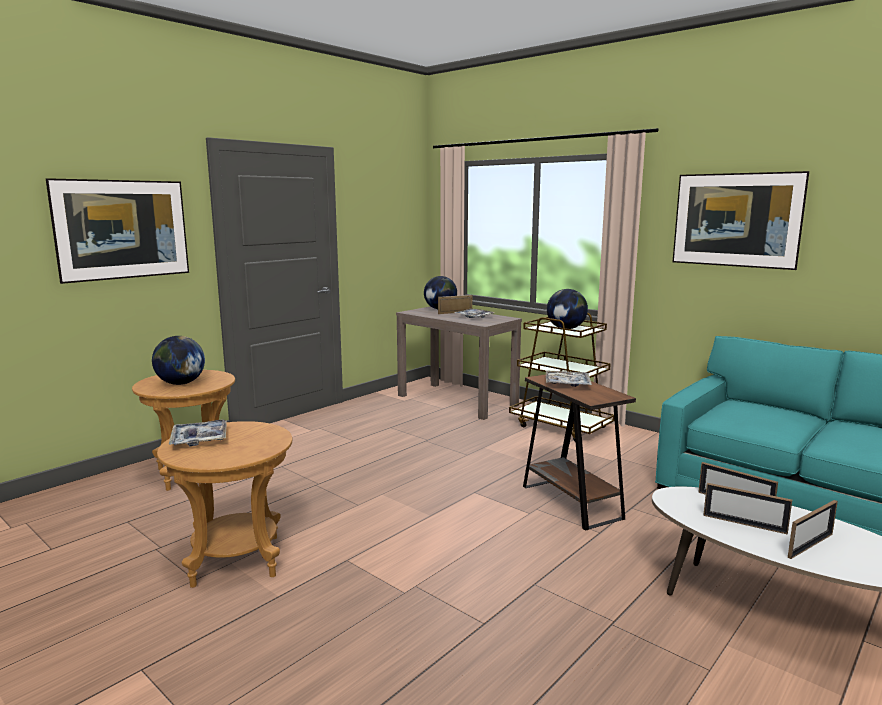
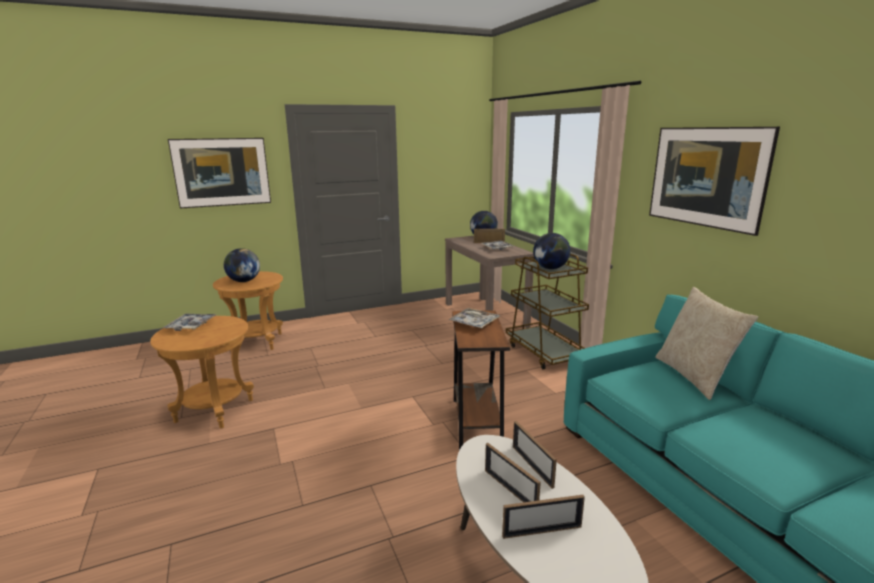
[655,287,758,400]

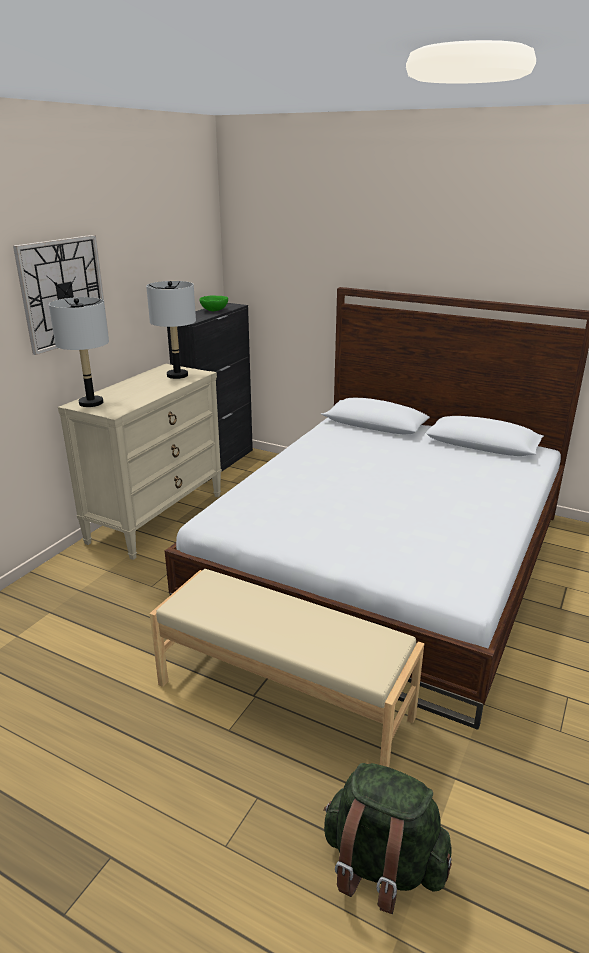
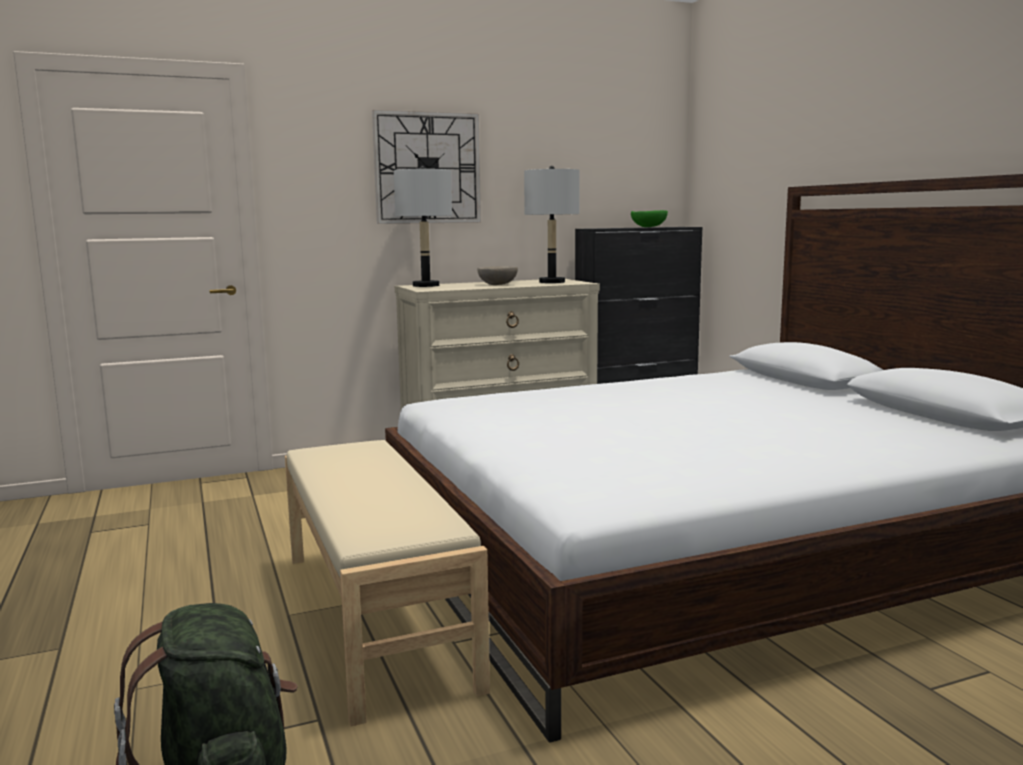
[477,266,518,285]

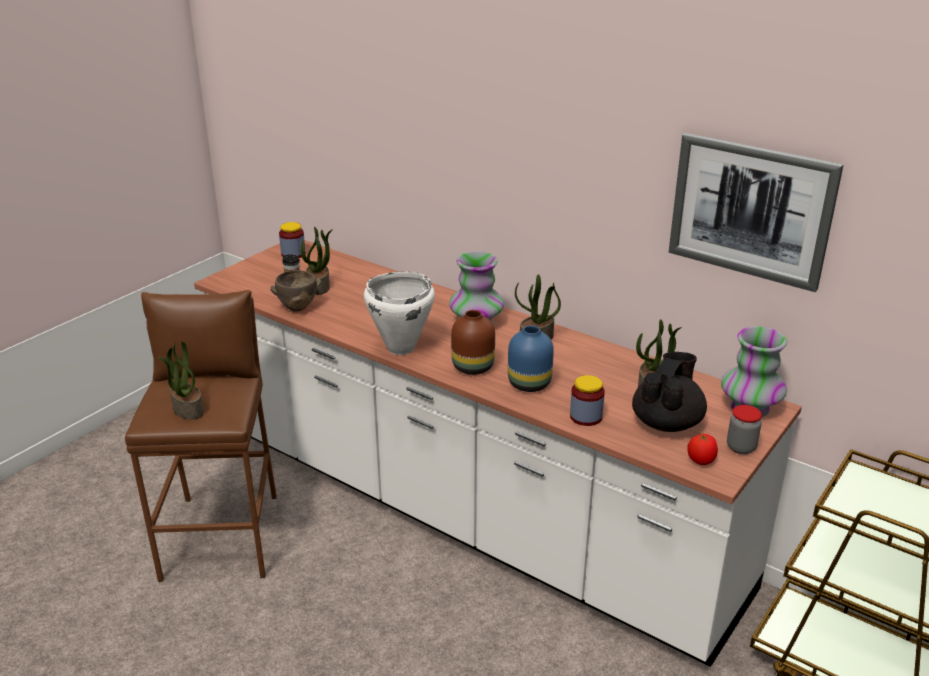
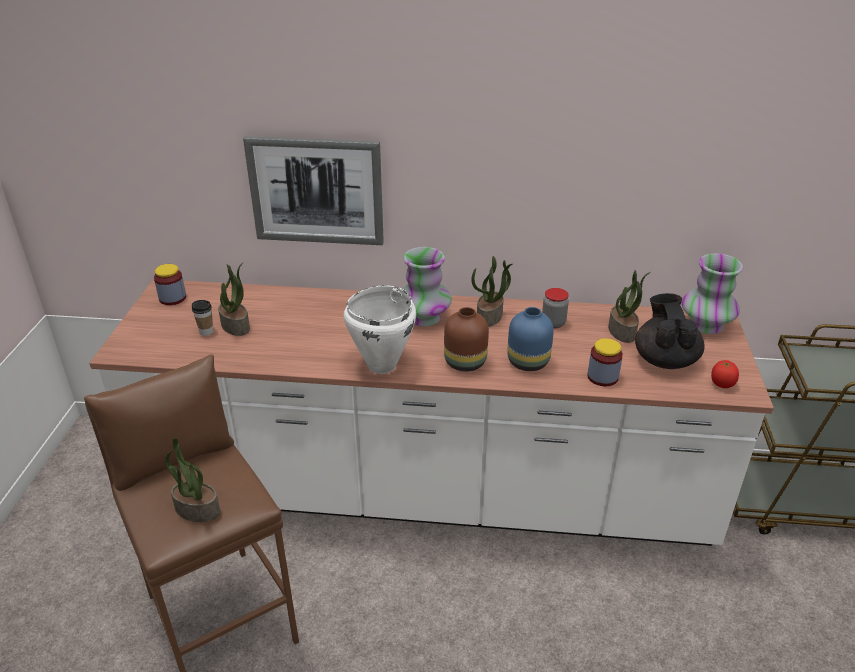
[270,270,321,312] (first image)
[243,136,384,245]
[542,288,569,328]

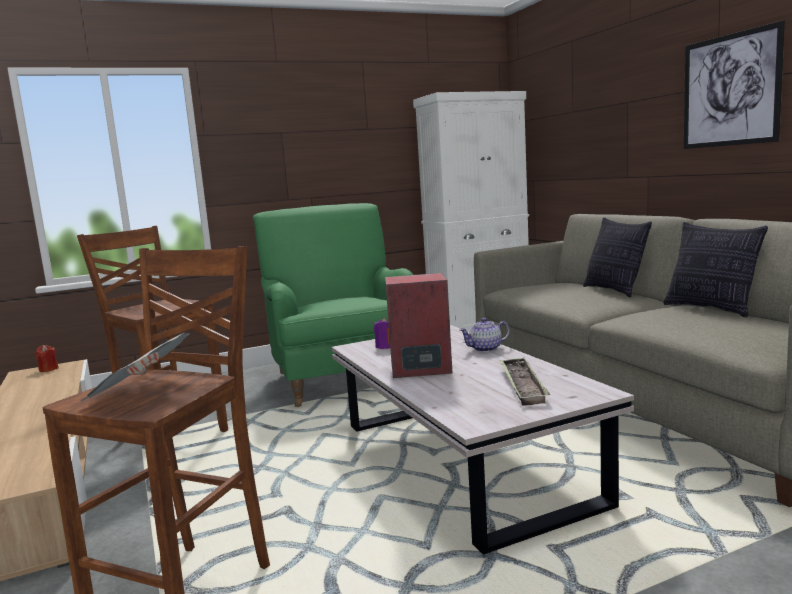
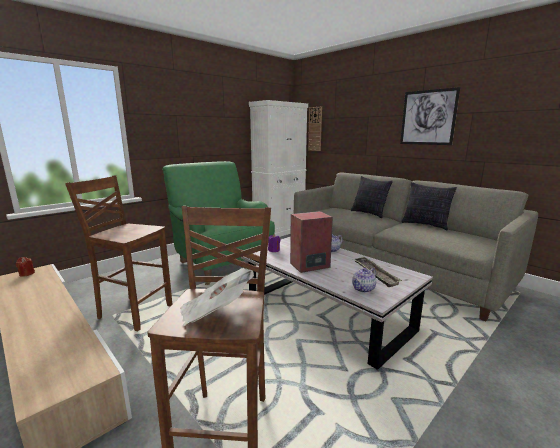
[308,107,322,151]
[352,268,376,293]

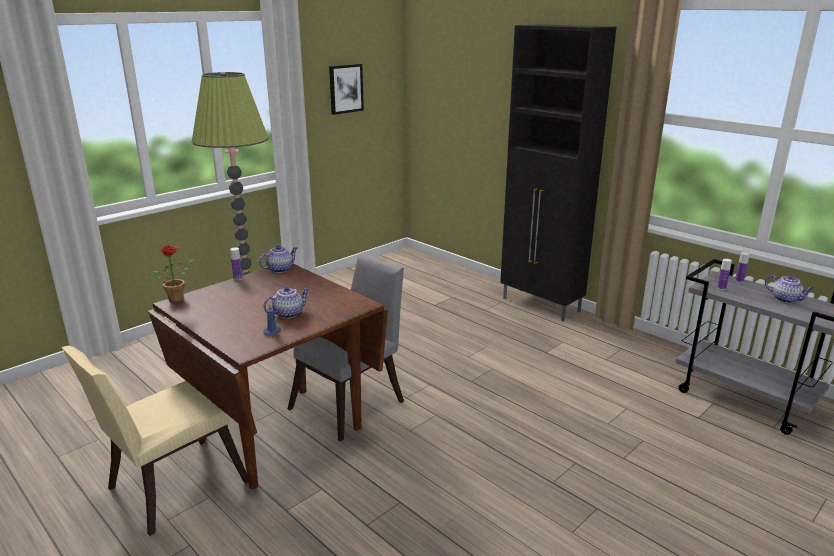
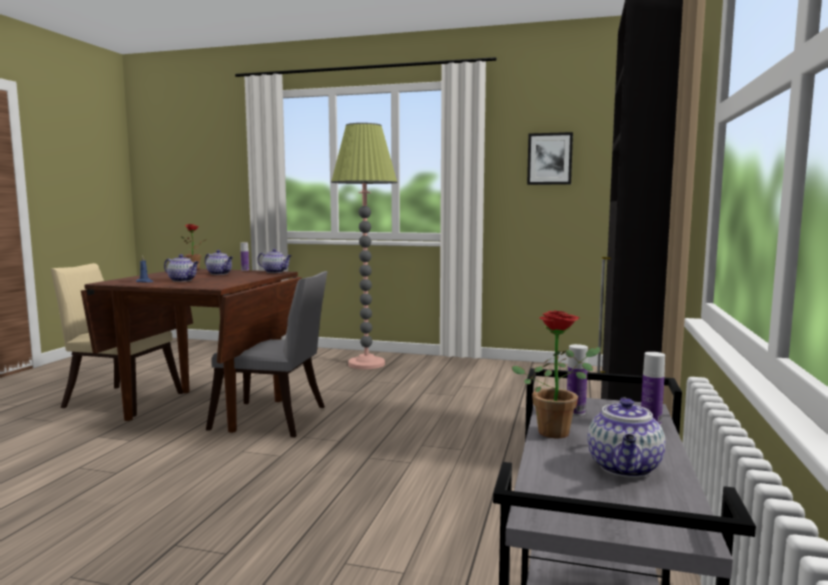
[205,250,233,275]
[512,310,600,438]

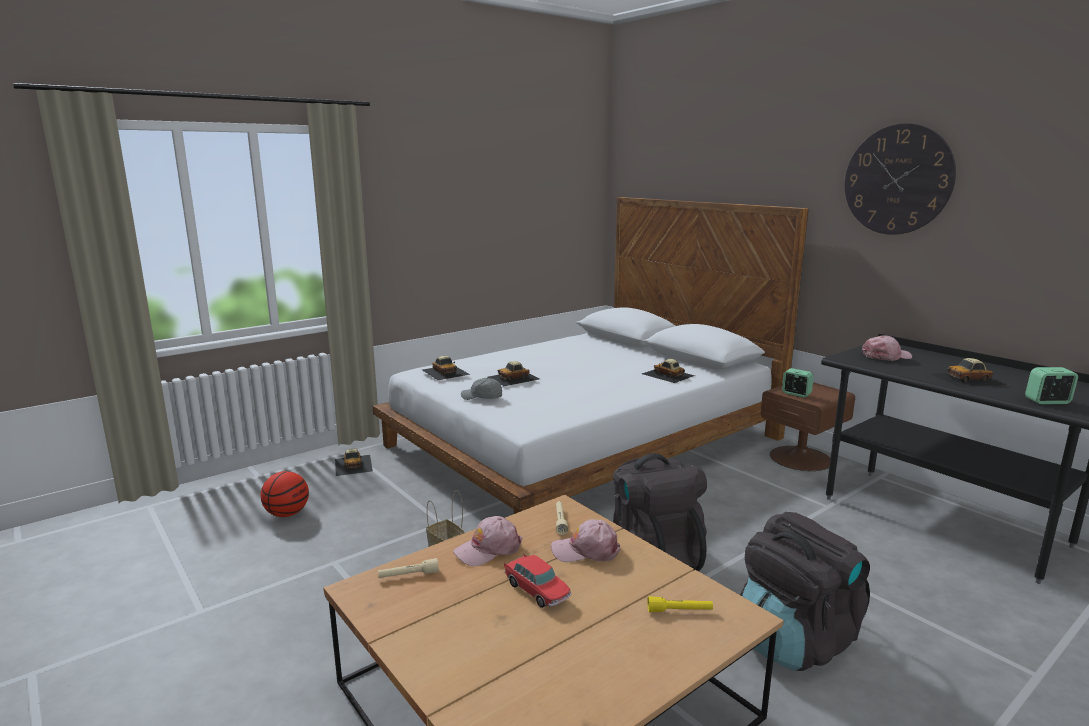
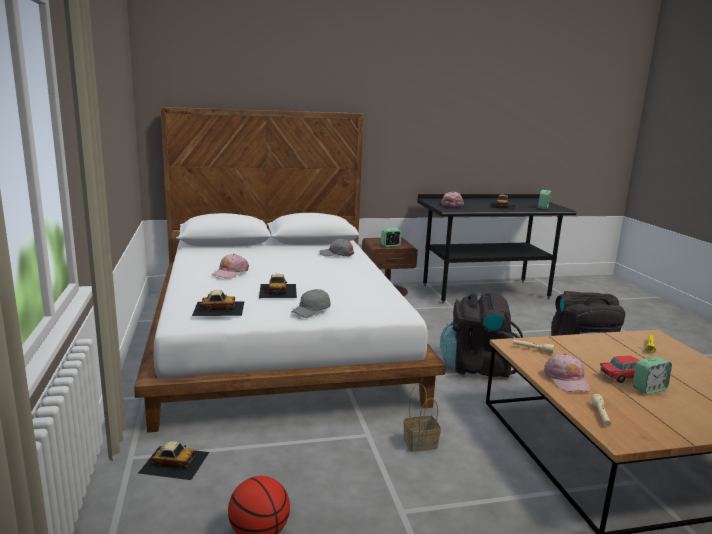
[845,123,956,235] (first image)
[633,356,672,394]
[212,254,249,279]
[319,239,354,257]

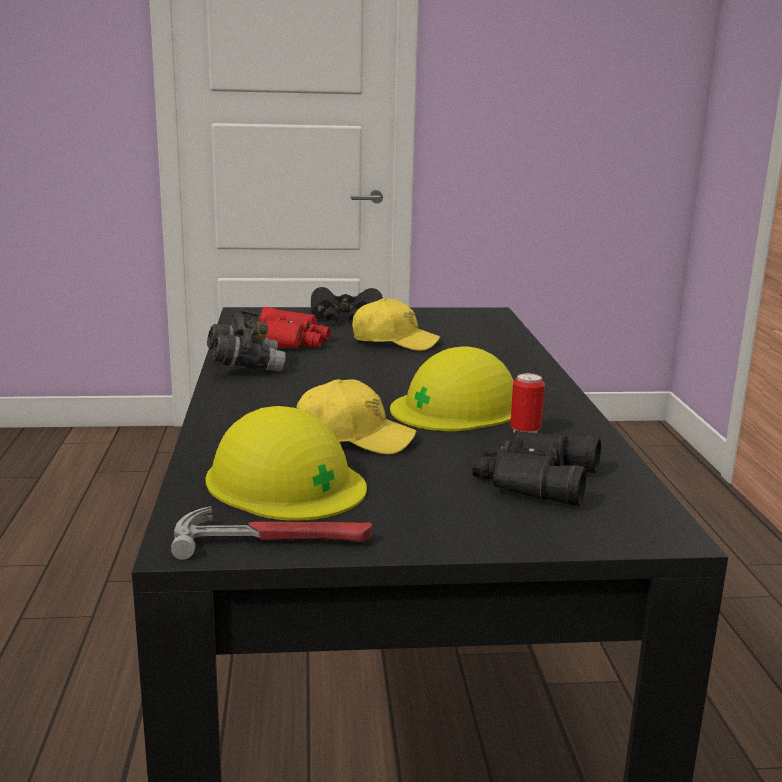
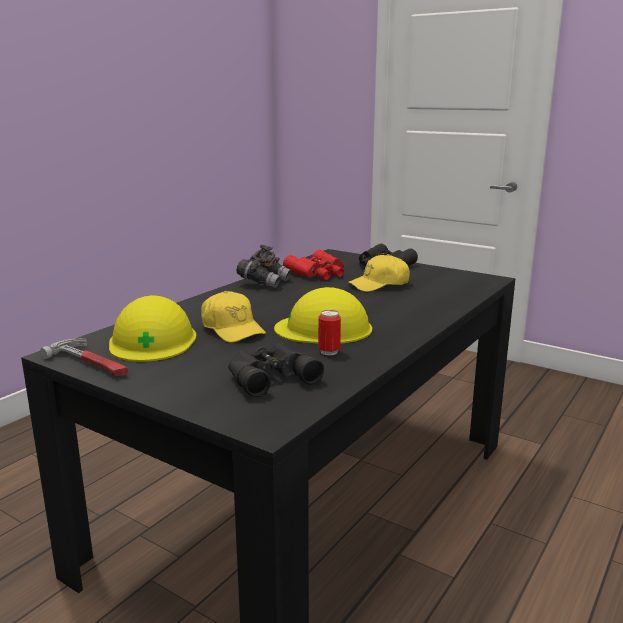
[348,254,410,292]

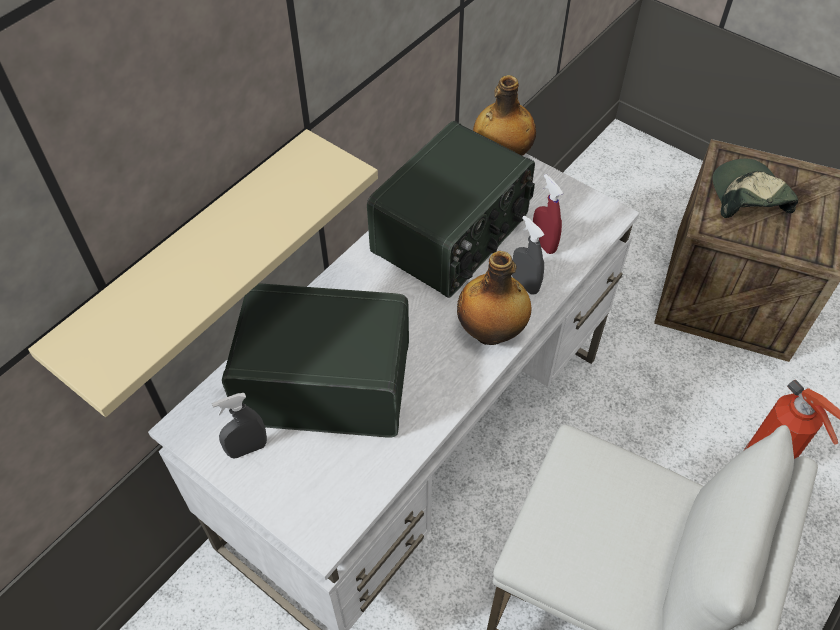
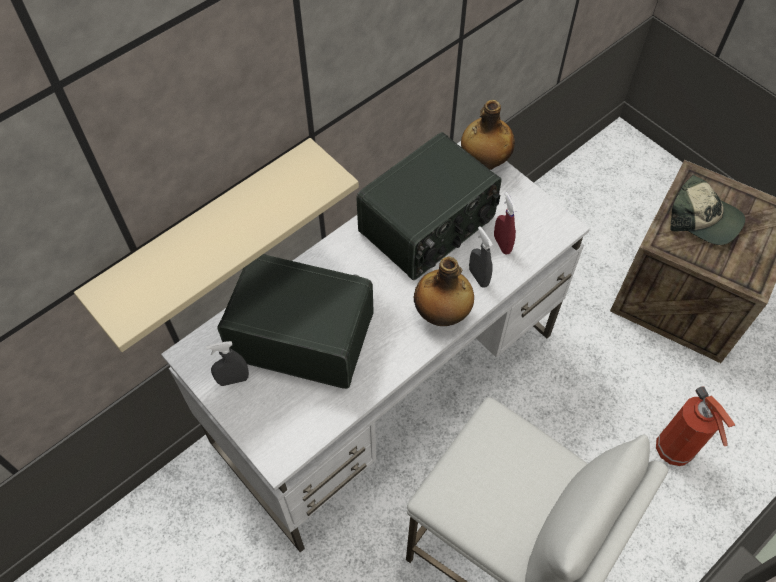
[670,175,745,245]

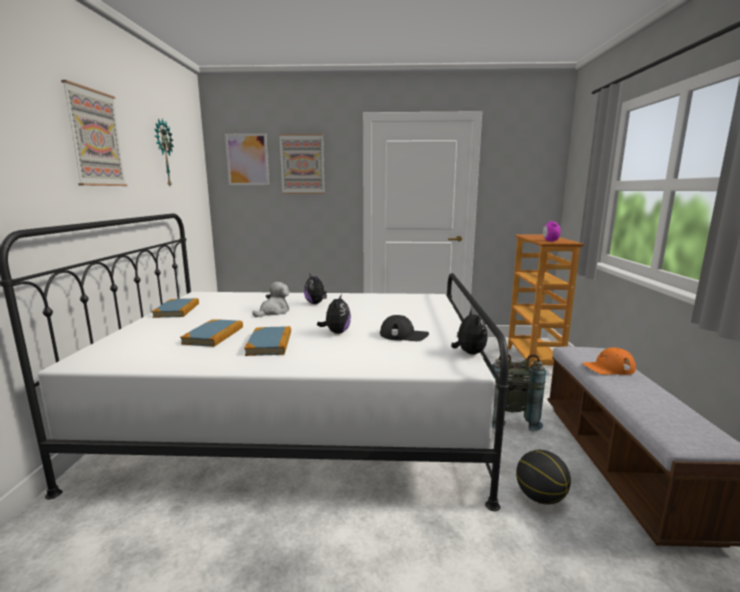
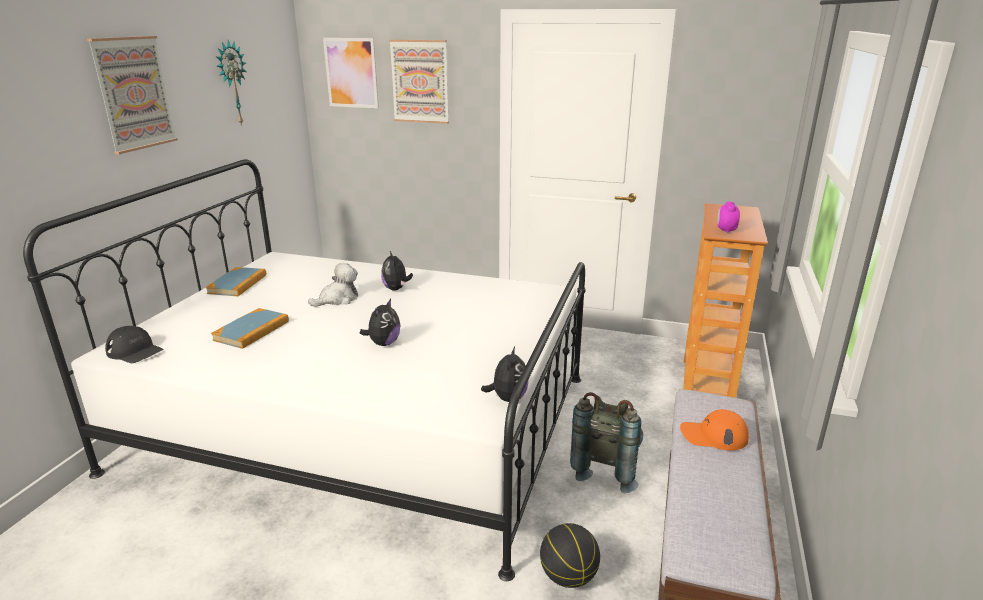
[244,326,291,356] (first image)
[105,326,164,363]

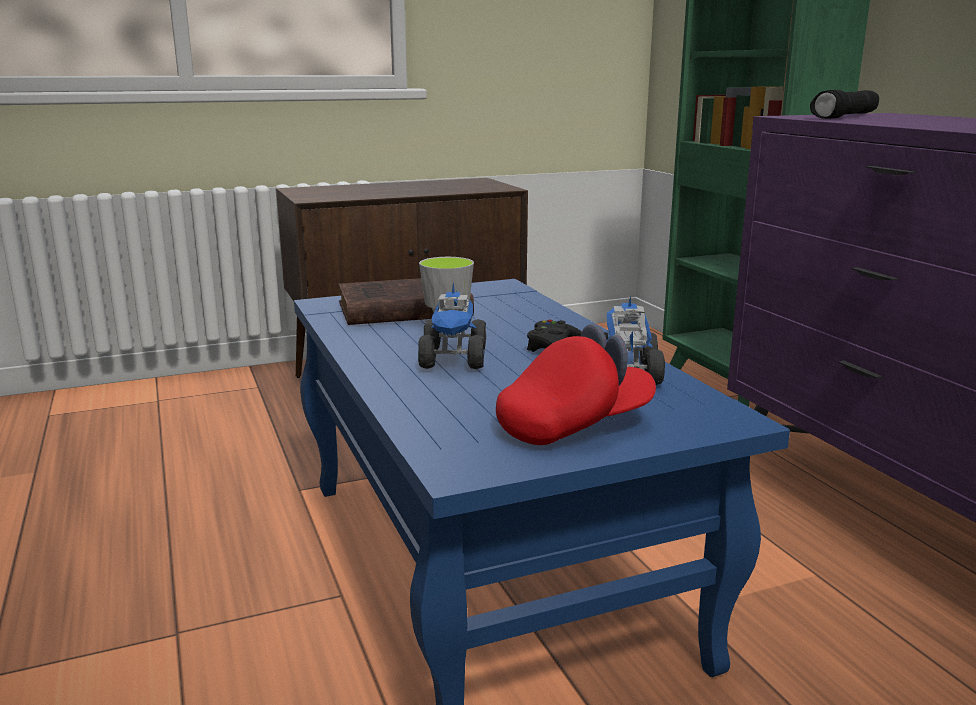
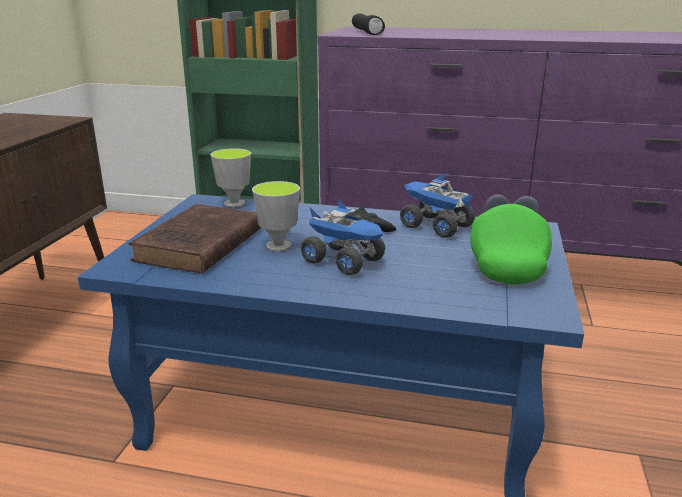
[211,148,251,207]
[470,194,552,284]

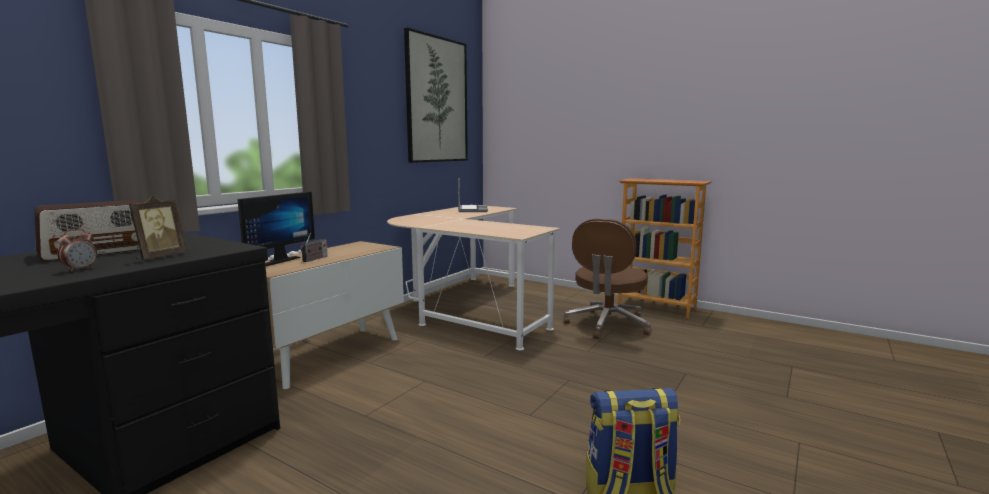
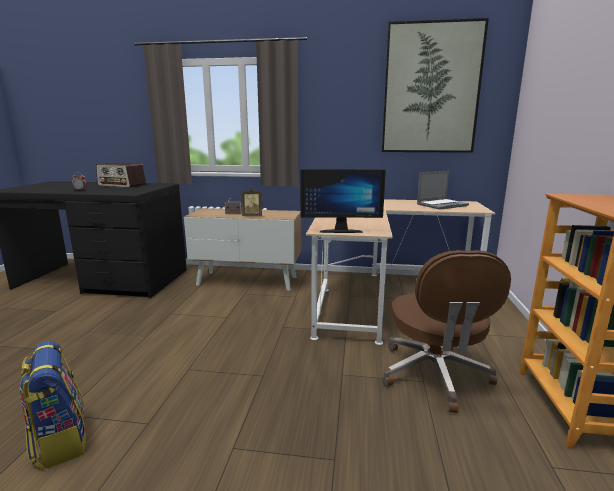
[241,188,262,216]
[300,169,386,233]
[382,250,511,413]

